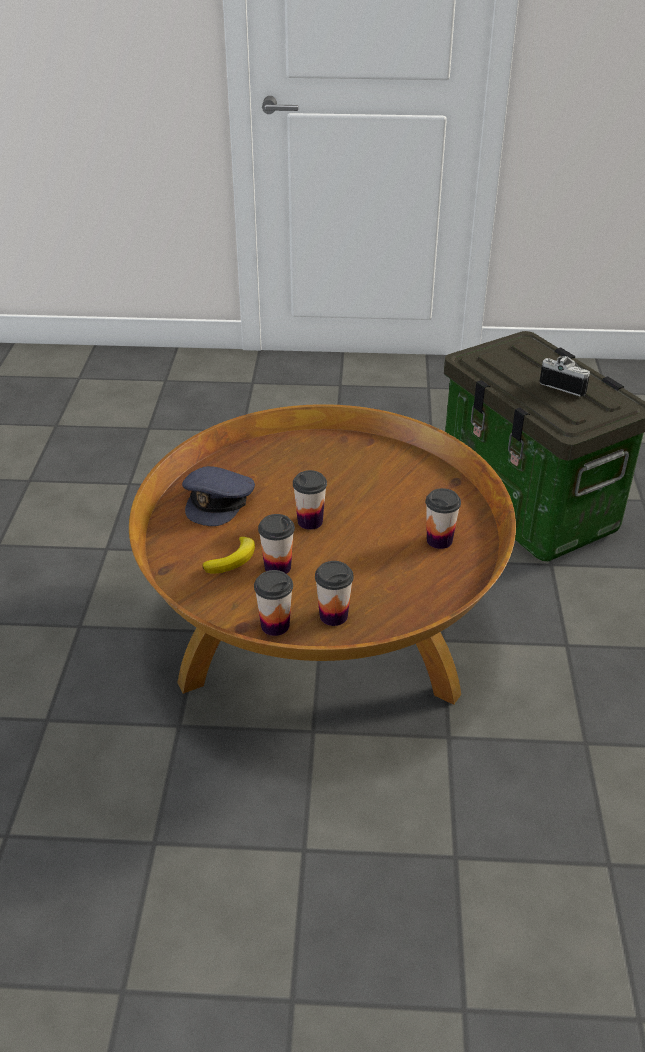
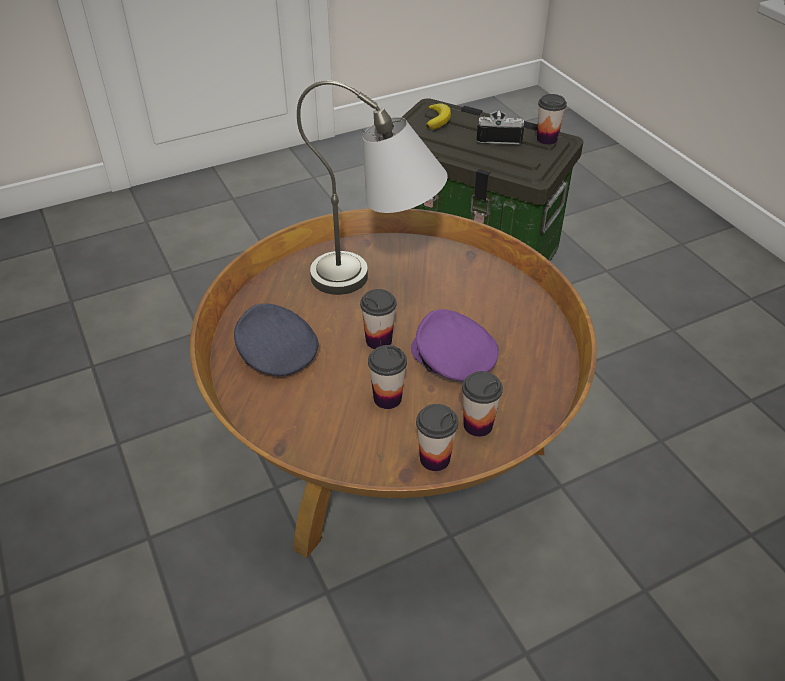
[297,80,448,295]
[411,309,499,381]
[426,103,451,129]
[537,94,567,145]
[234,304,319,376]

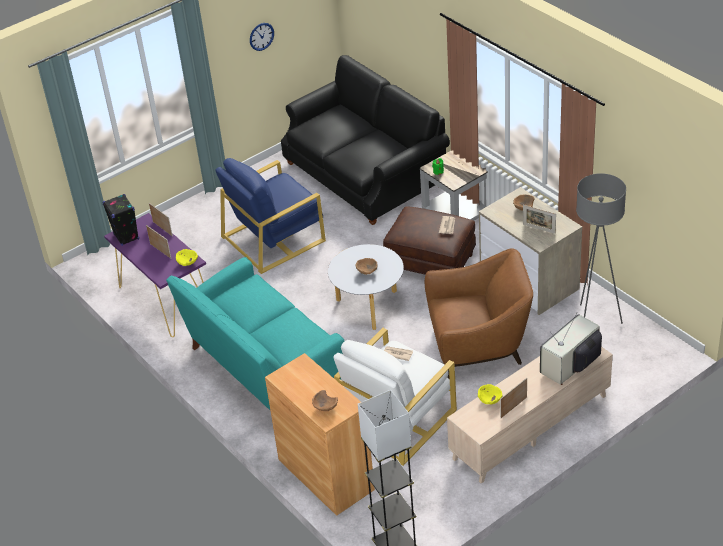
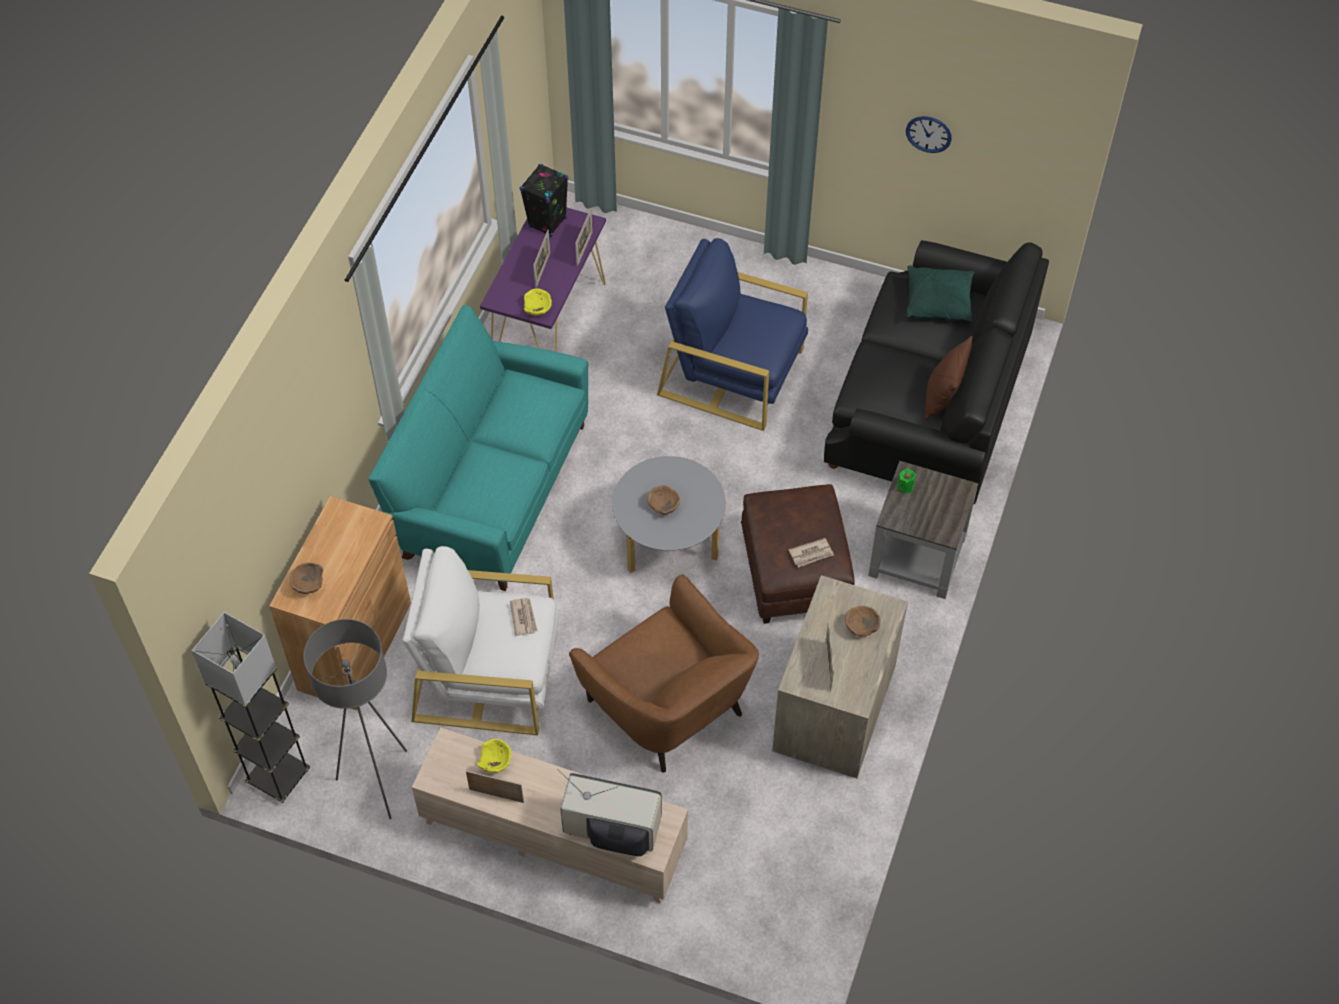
[906,265,975,322]
[924,336,973,421]
[303,619,407,819]

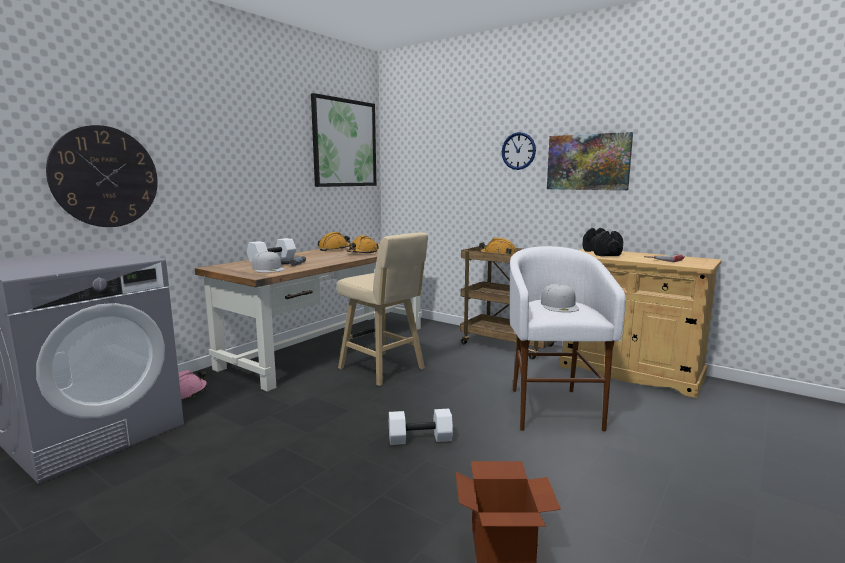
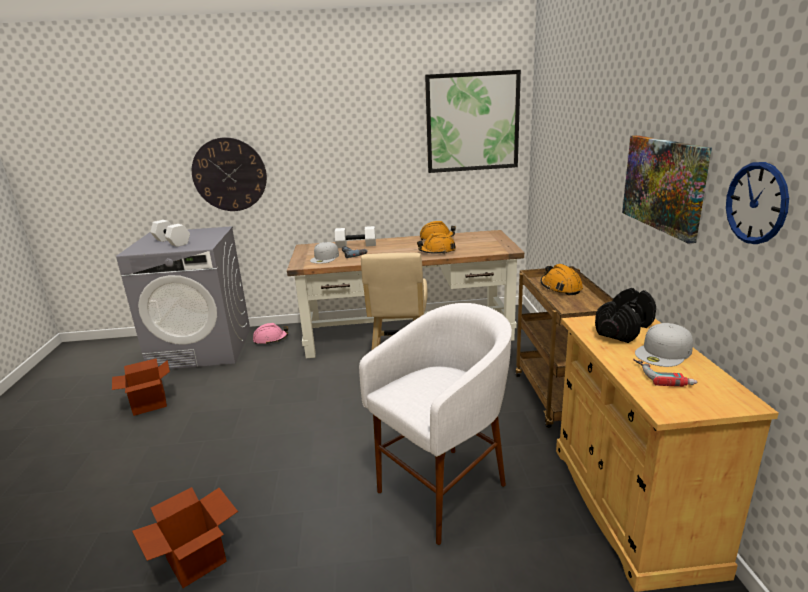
[112,358,170,416]
[150,220,190,247]
[726,162,789,244]
[635,323,693,367]

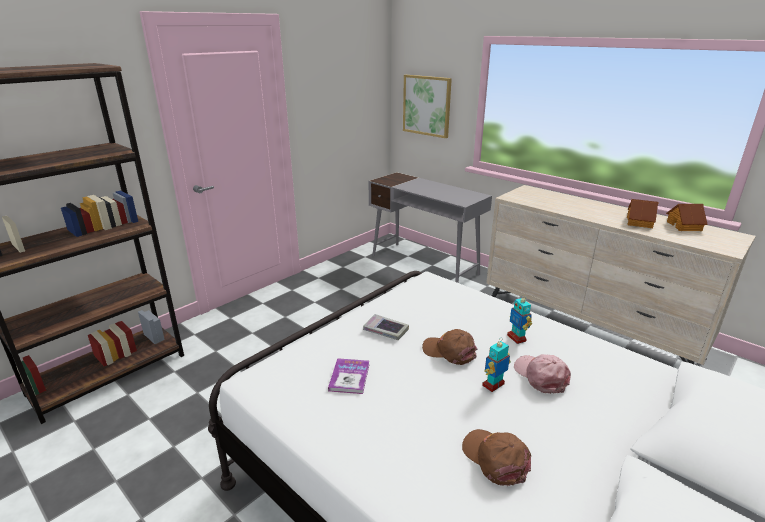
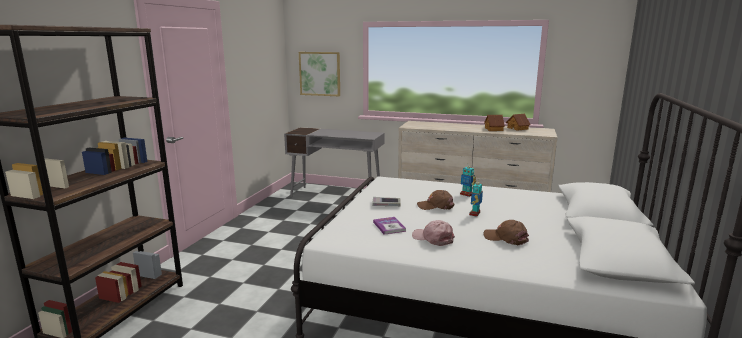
[412,220,455,246]

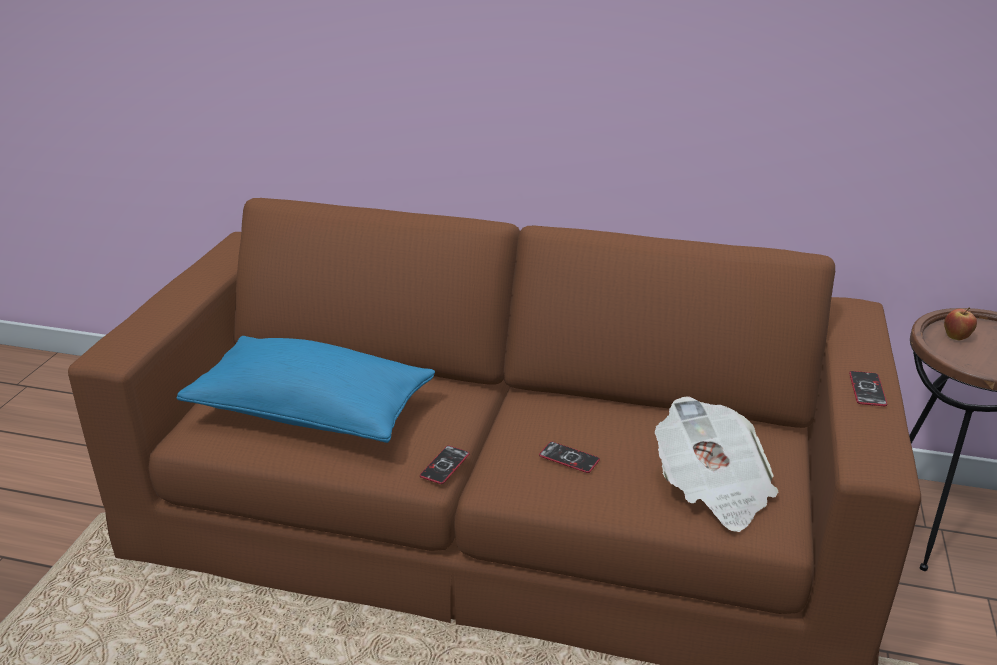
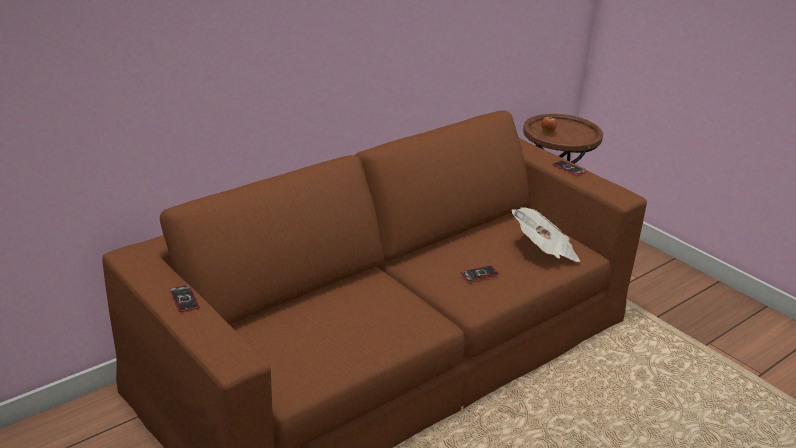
[176,336,435,443] (first image)
[169,285,200,312]

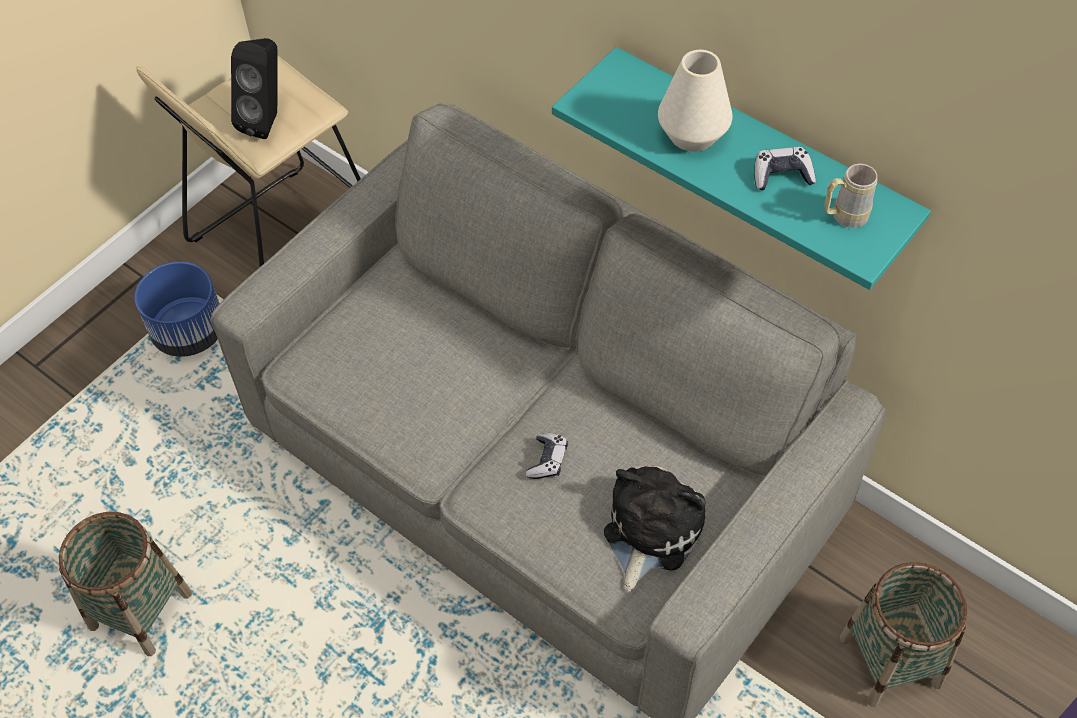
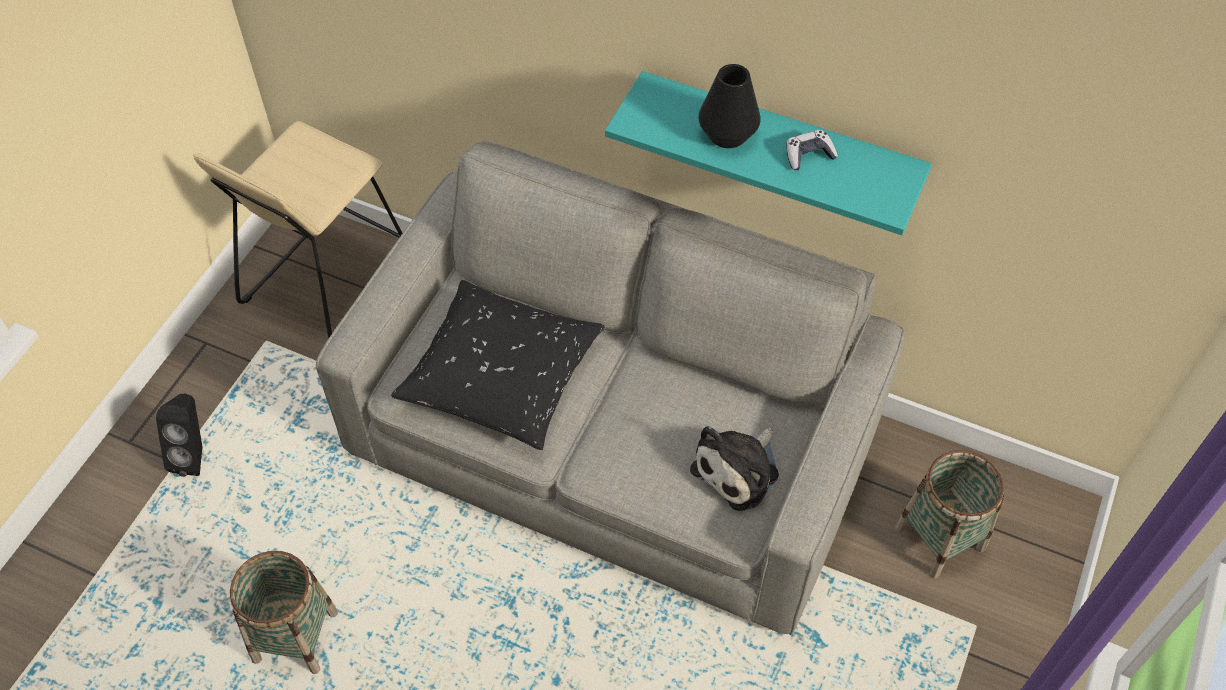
[135,262,220,357] (first image)
[526,433,568,479] (first image)
[824,164,878,228] (first image)
[391,280,604,450]
[156,394,203,477]
[699,64,761,148]
[690,426,779,511]

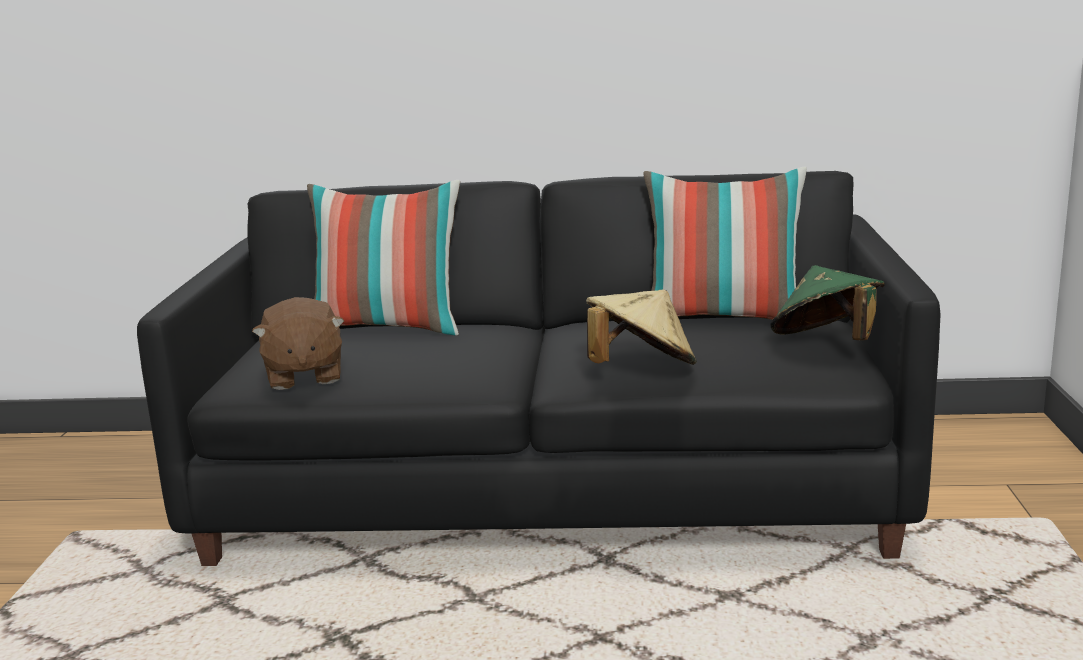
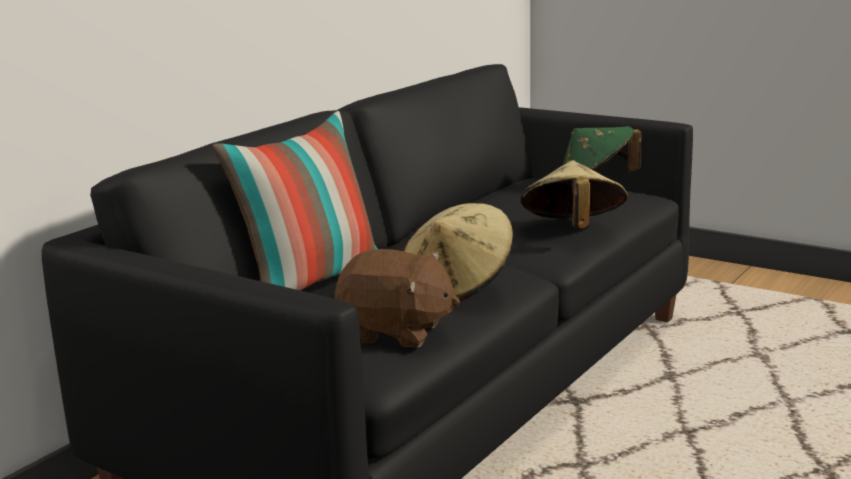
[643,167,807,320] (first image)
[404,203,513,302]

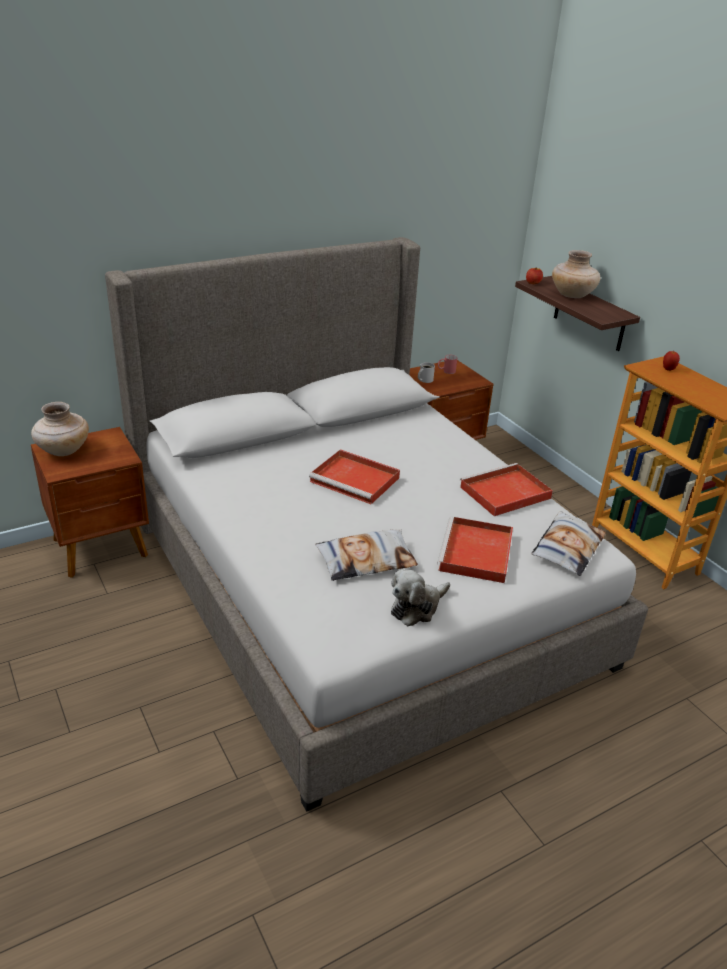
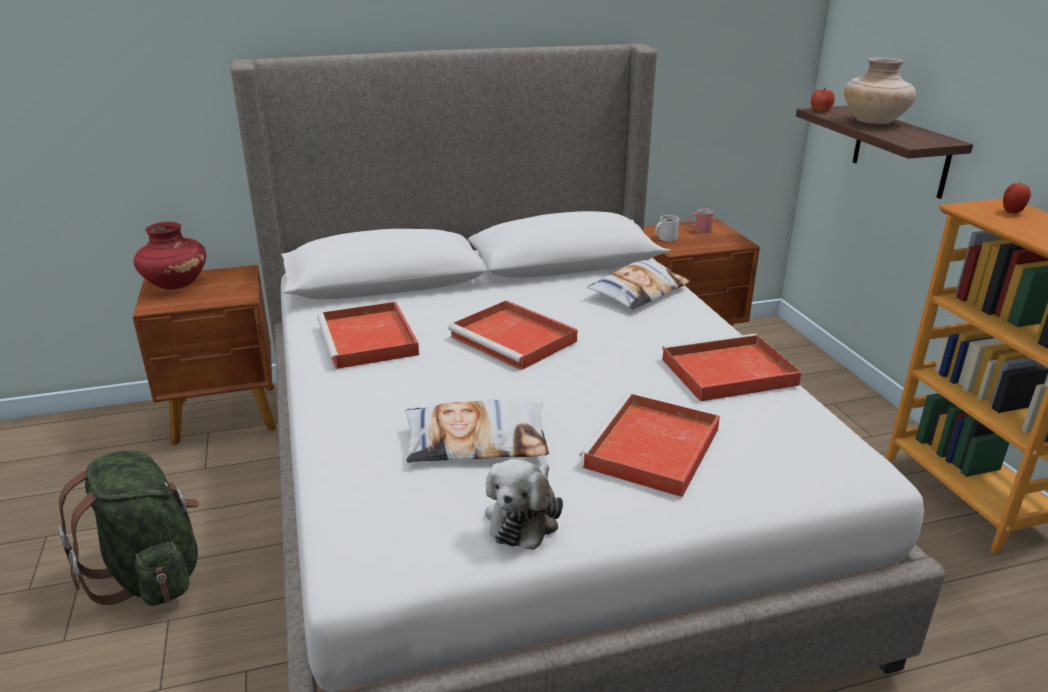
[58,450,199,606]
[317,302,419,369]
[587,260,690,310]
[134,222,206,290]
[485,459,563,550]

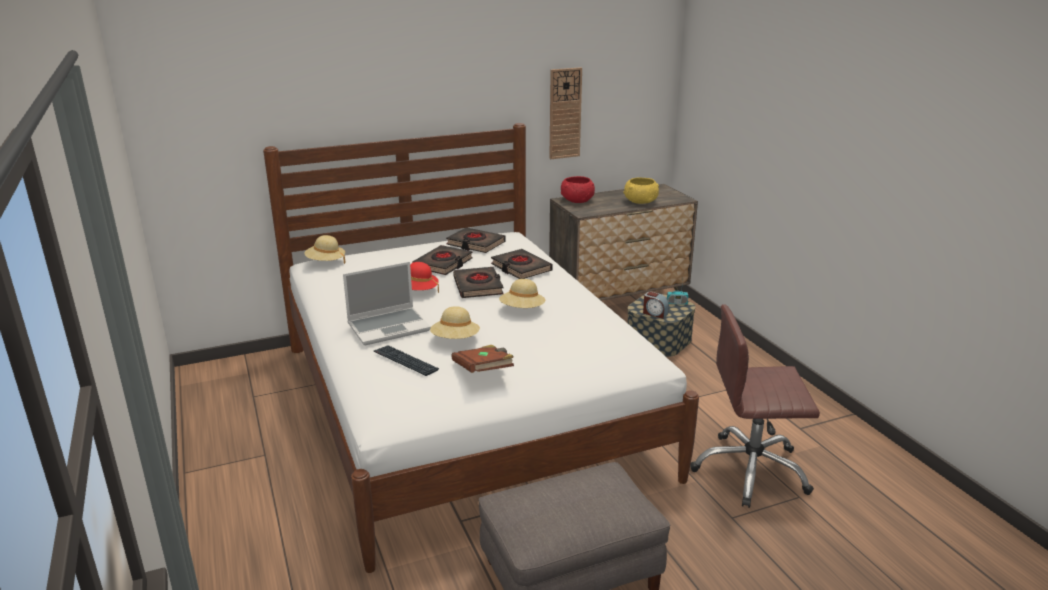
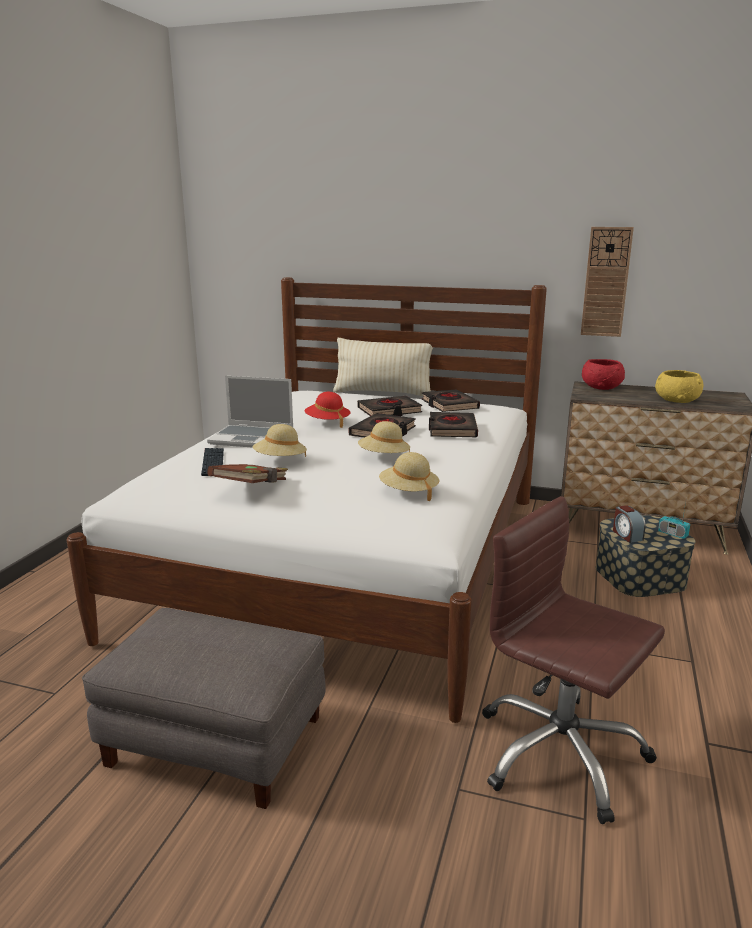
[333,338,433,397]
[379,452,439,501]

